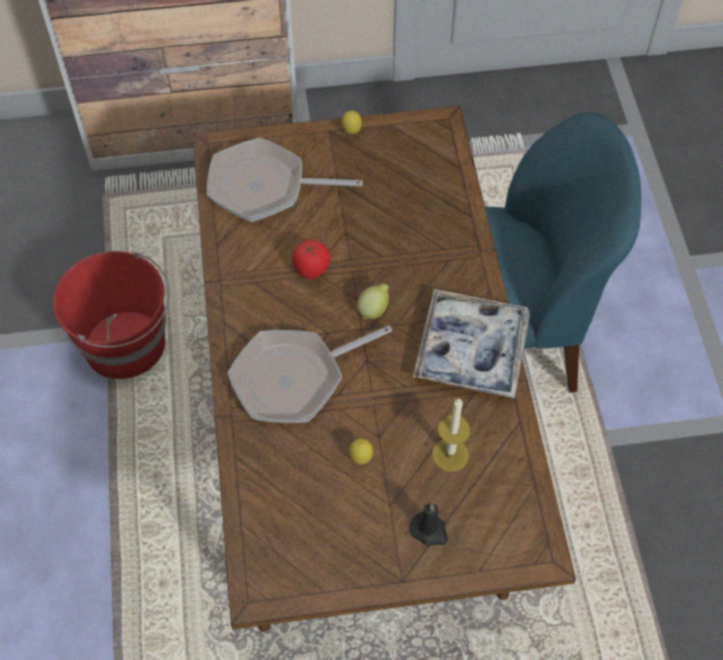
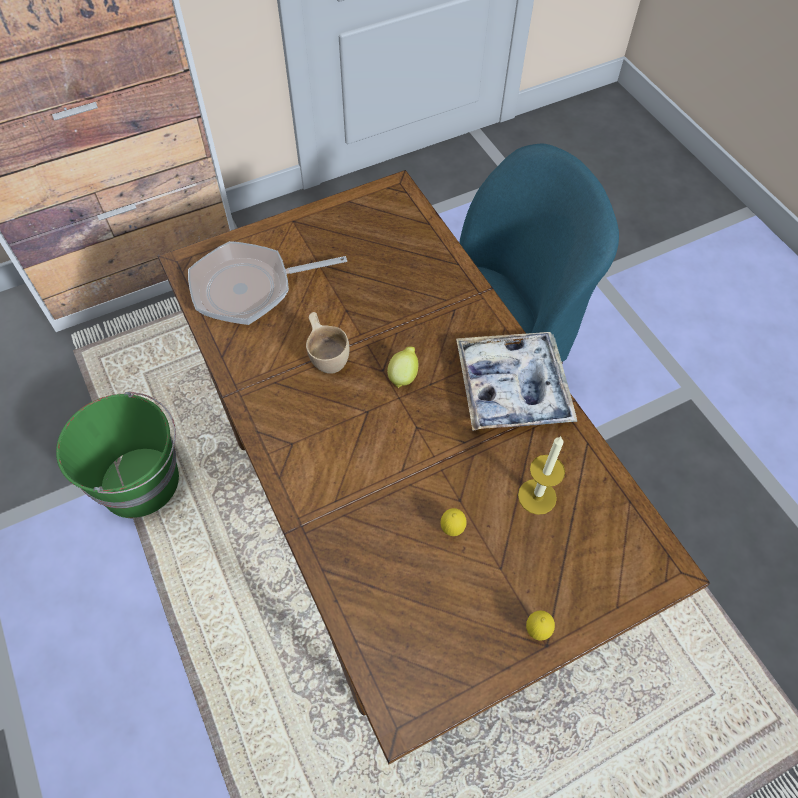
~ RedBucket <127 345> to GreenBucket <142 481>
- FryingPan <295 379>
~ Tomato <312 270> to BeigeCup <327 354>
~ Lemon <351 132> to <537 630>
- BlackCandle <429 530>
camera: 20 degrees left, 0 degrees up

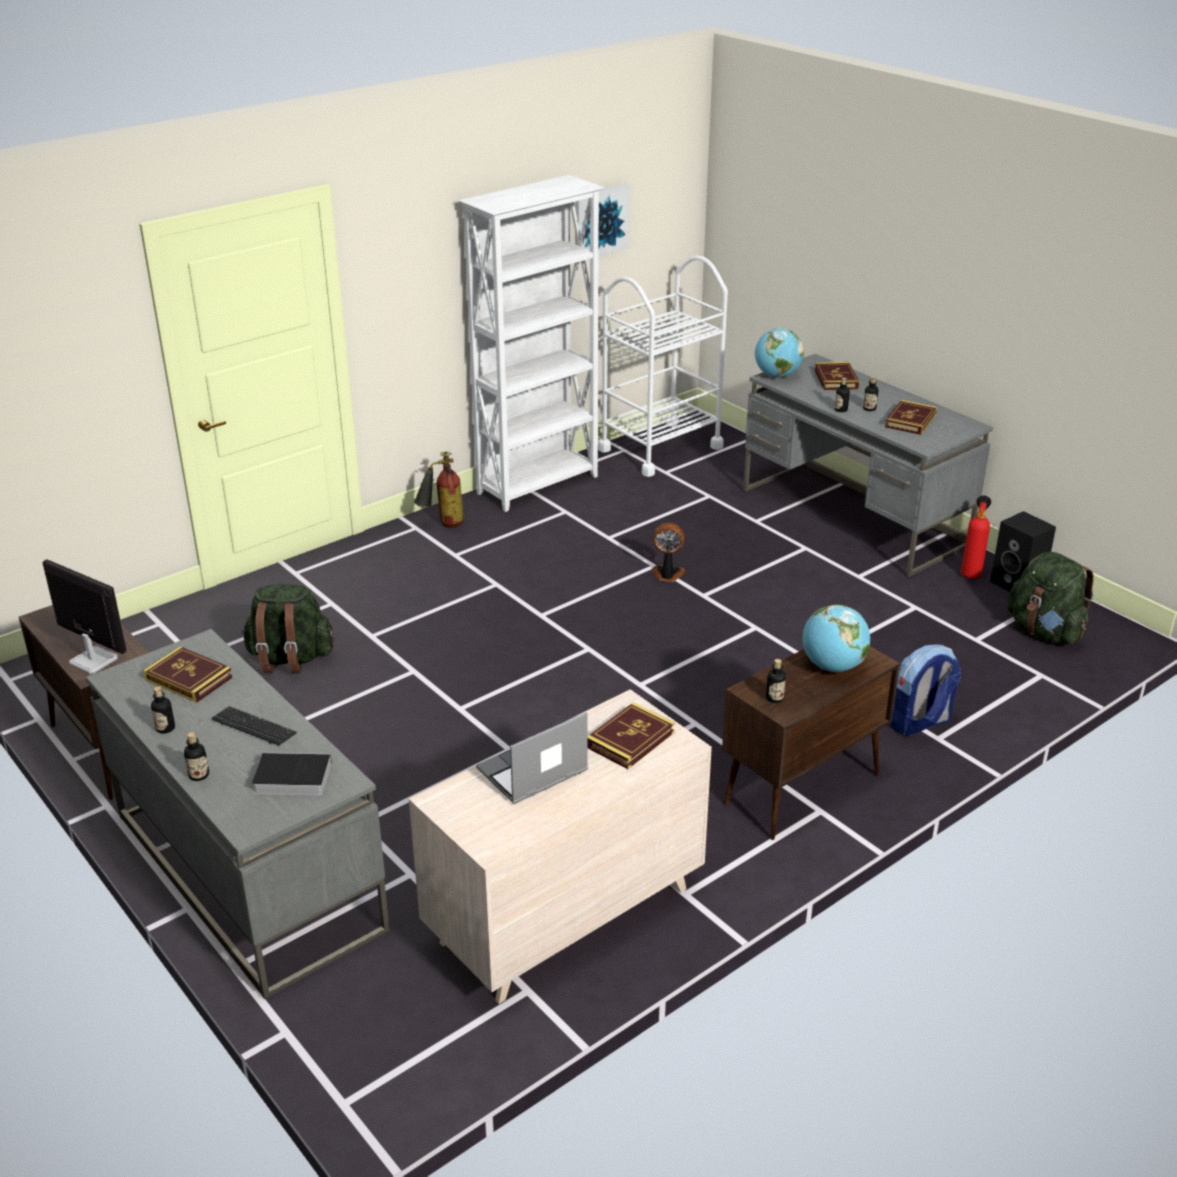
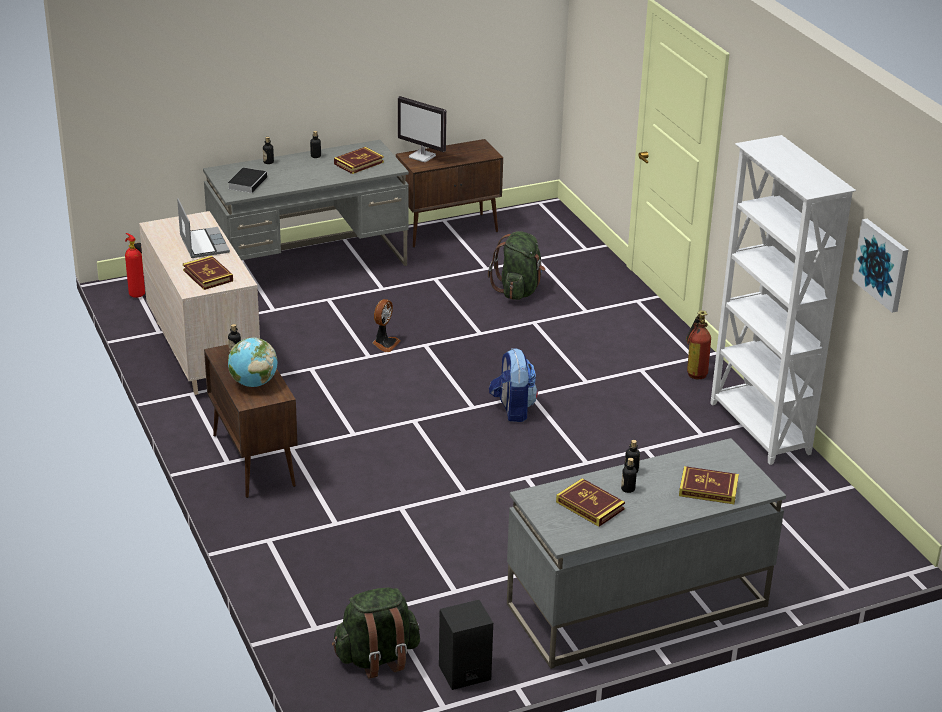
~ Monitor <93 660> = <422 156> 75 degrees clockwise
- Keyboard <254 727>
- WhiteCart <660 448>
~ Fan <667 575> to <385 343>
- Globe <777 376>
~ Backpack <919 723> to <512 409>
~ FireExtinguisher <971 573> to <140 296>
camera: 105 degrees right, 0 degrees up

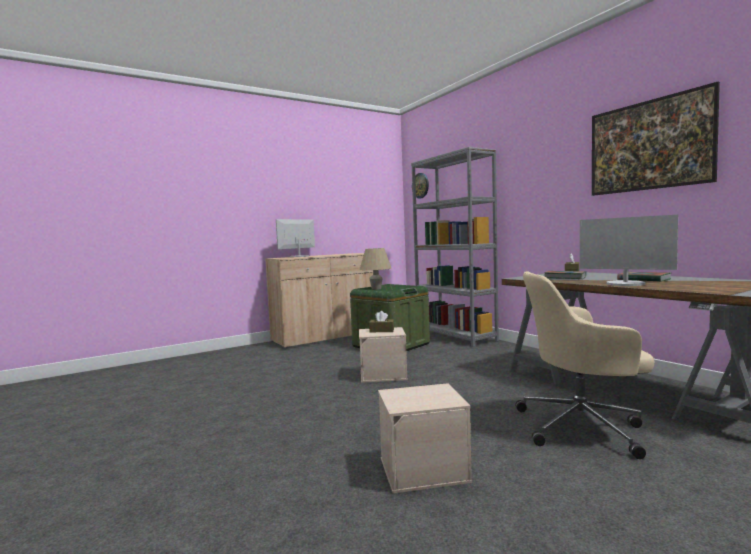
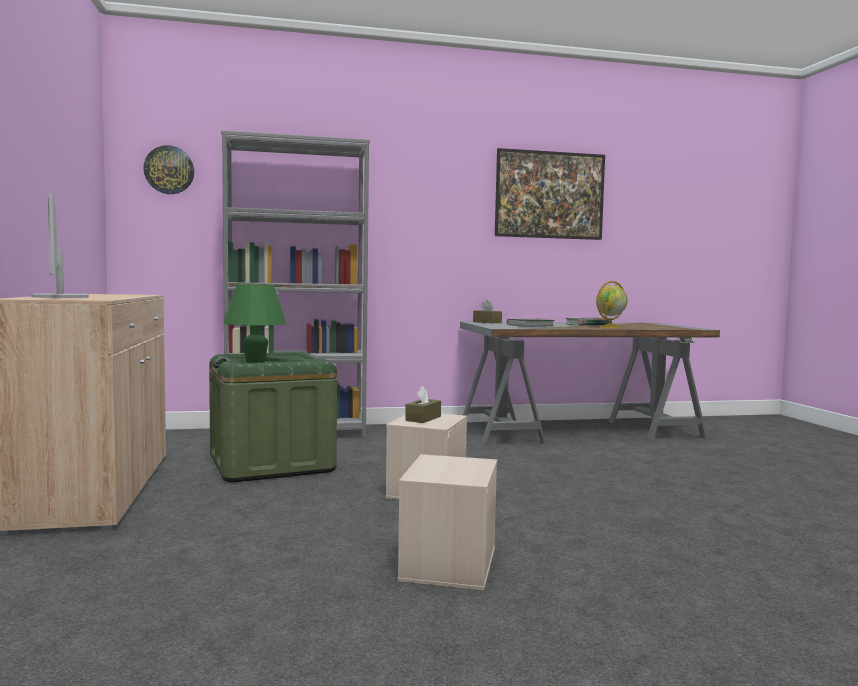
~ BeigeTableLamp <376 289> to GreenTableLamp <255 362>
~ BeigeStorageBox <424 469> to <447 563>
- BeigeOfficeChair <582 427>
~ Monitor <625 284> to Globe <610 327>
camera: 70 degrees left, 0 degrees up

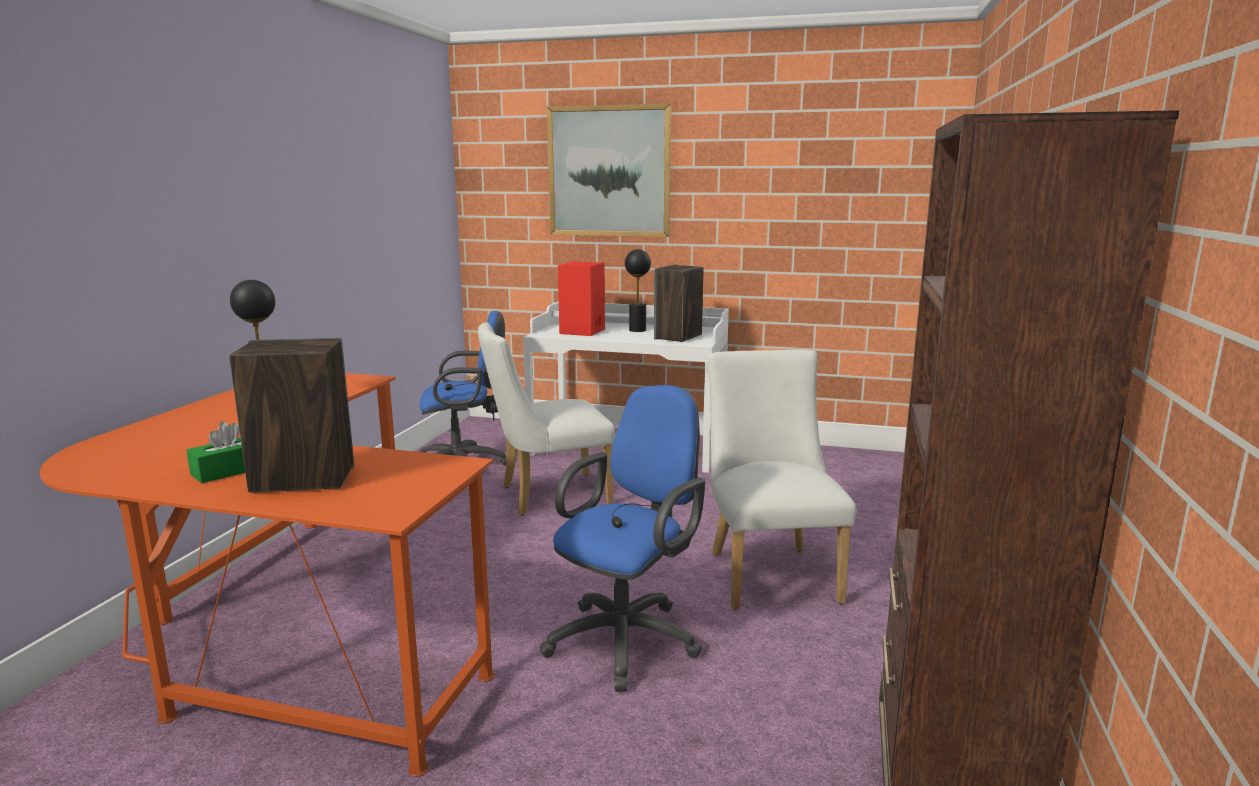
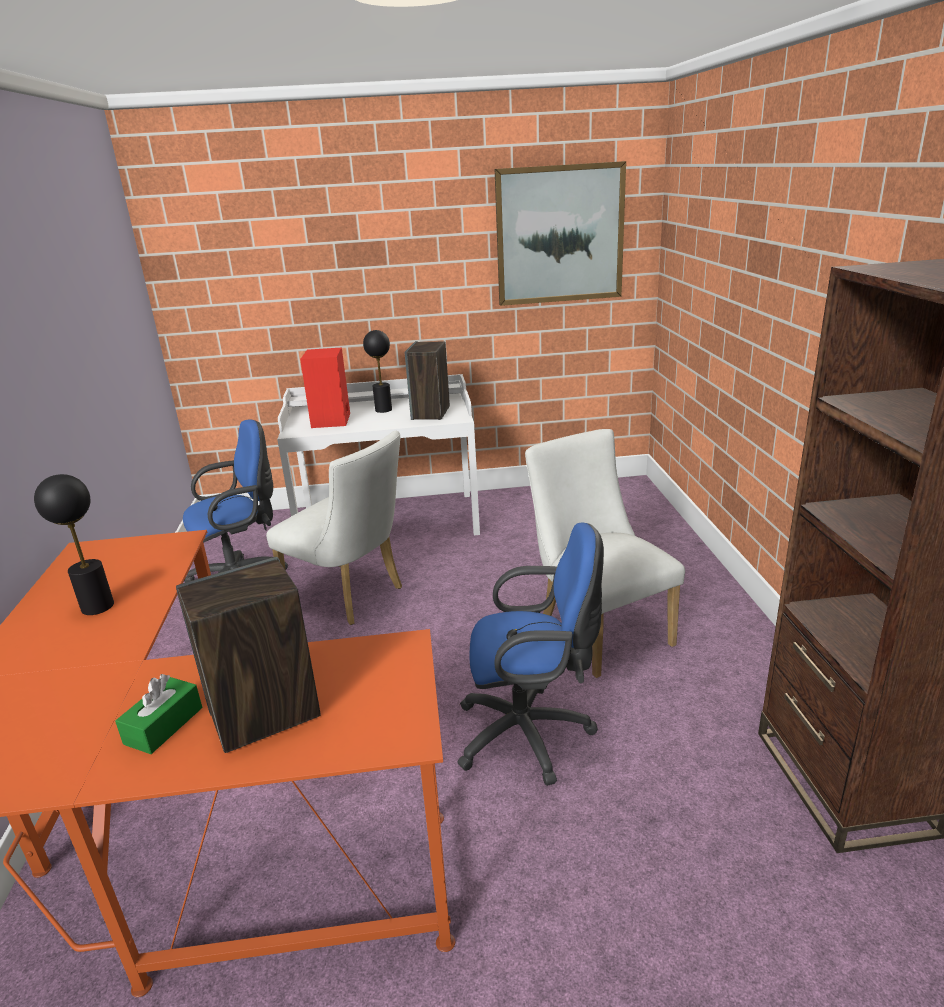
~ WhiteChair <547 496> = <350 596> 105 degrees counterclockwise
~ BlueOfficeChair <629 638> = <531 734> 75 degrees clockwise
~ Picture <609 171> to <559 235>
camera: 20 degrees left, 10 degrees up

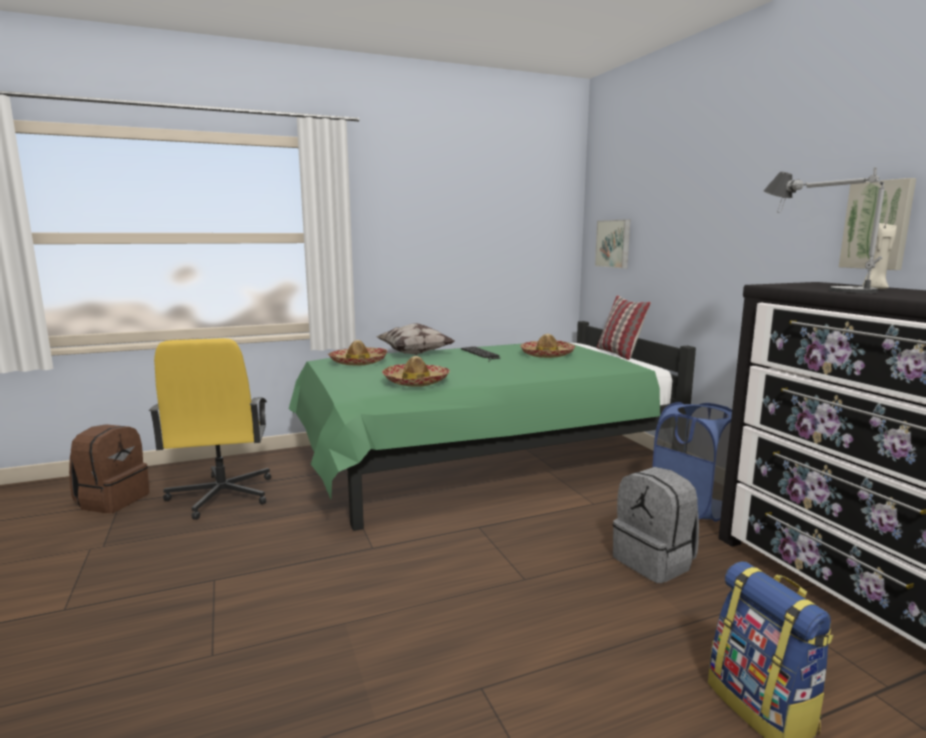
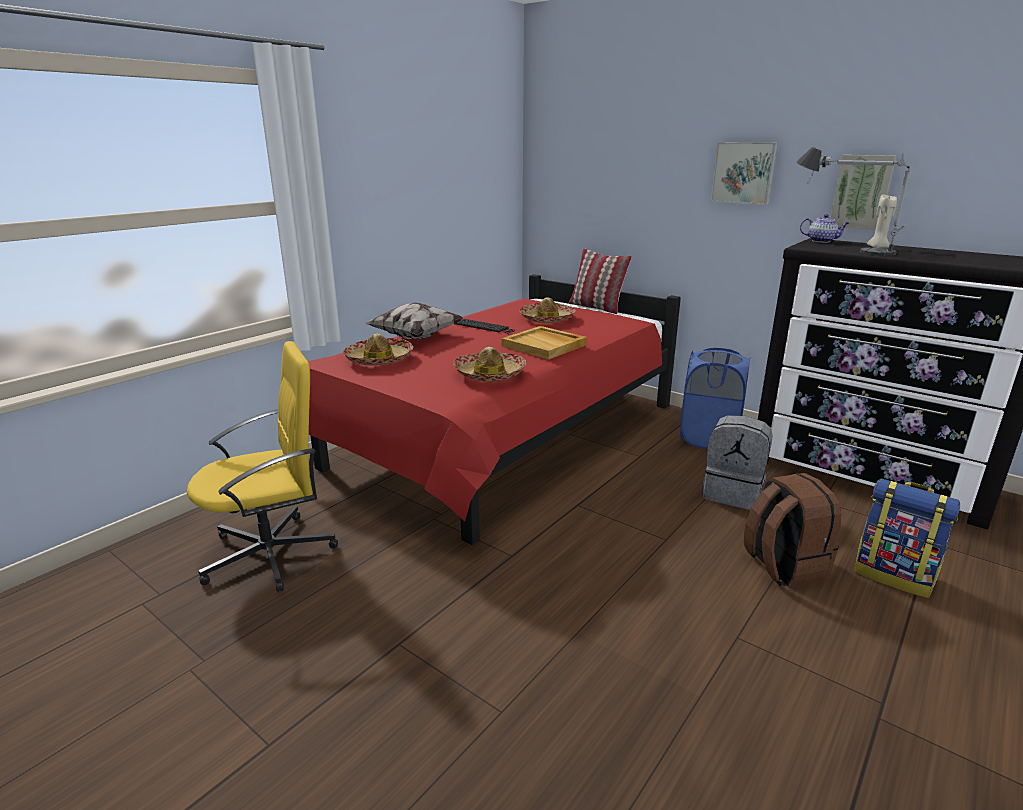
~ BrownBackpack <112 500> to <782 566>
~ YellowOfficeChair <221 496> = <272 553> 75 degrees counterclockwise
~ GreenBed <481 461> to RedBed <501 439>
~ Picture <614 243> to <744 173>
+ BeigeTray <544 345>
+ Teapot <822 241>
camera: 30 degrees left, 10 degrees up

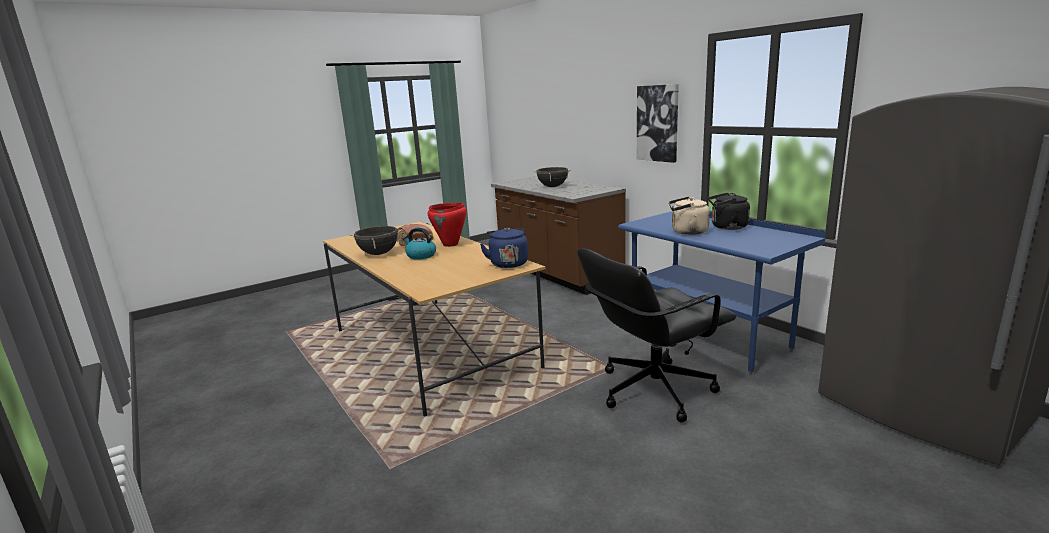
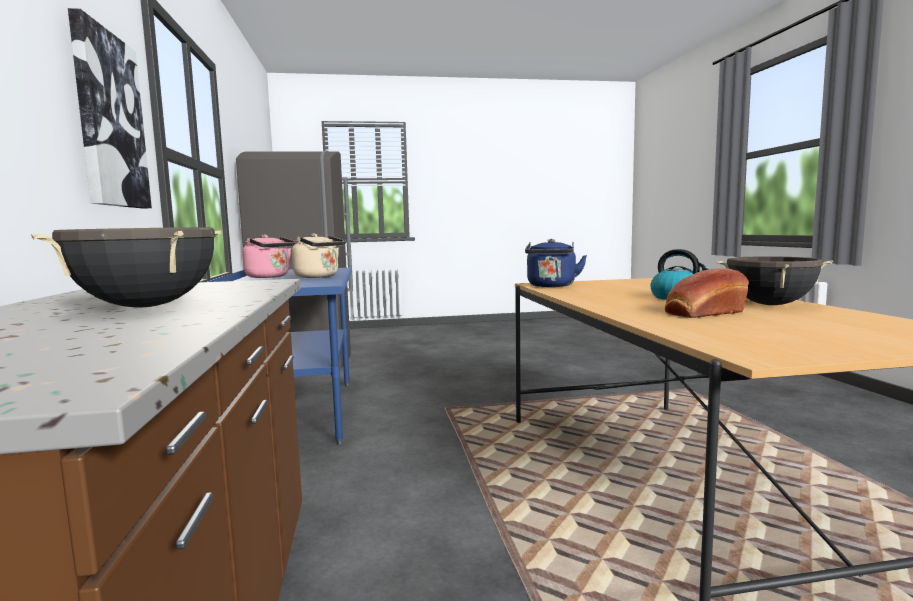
- RedCookingPot <450 244>
- BlackOfficeChair <653 390>
~ BlackKettle <727 227> to PinkKettle <270 277>
camera: 155 degrees left, 10 degrees down

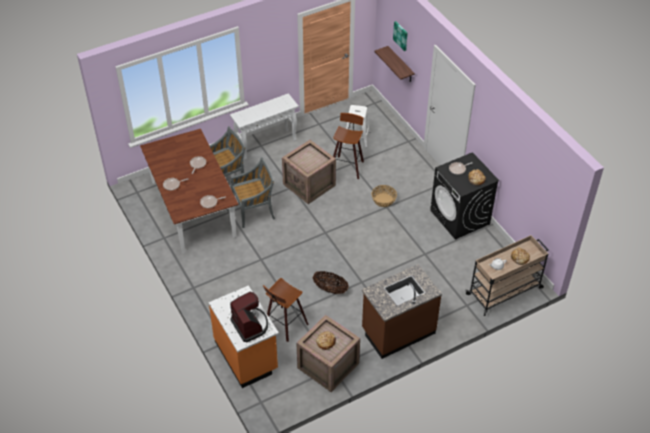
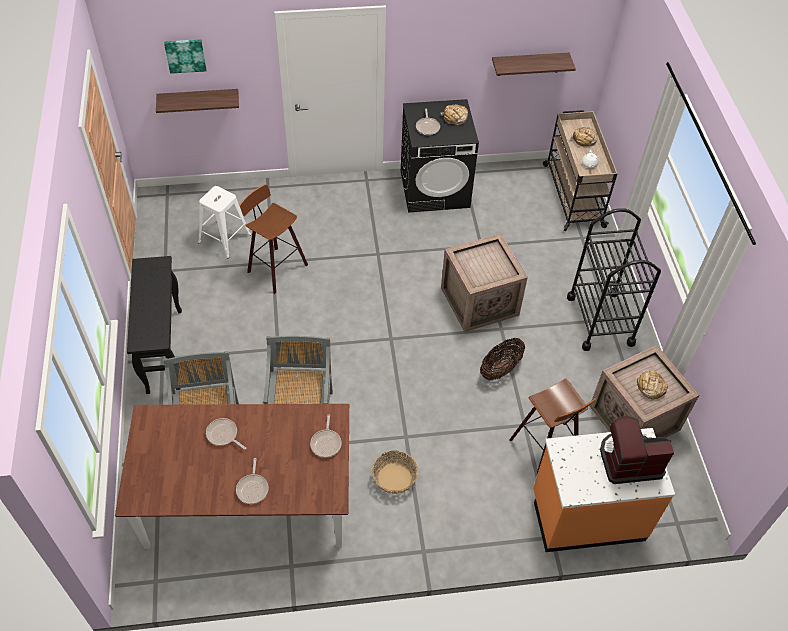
~ WhiteConsoleTable <266 144> to BlackConsoleTable <164 350>
~ Crate <310 184> to <480 300>
~ BrownCounter <398 331> to BlackCart <600 320>
~ Basket <383 200> to <394 478>
+ Shelf <529 64>
camera: 70 degrees left, 5 degrees up

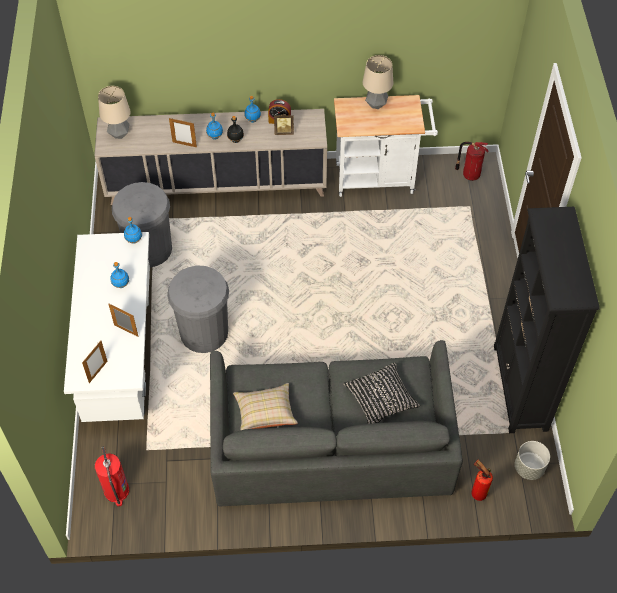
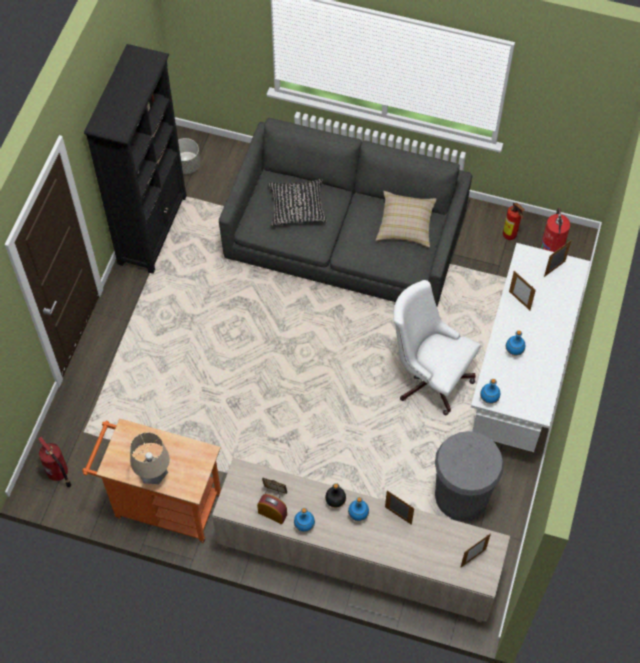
~ TableLamp <119 134> to PictureFrame <473 558>
~ GreyTrashCan <204 332> to WhiteOfficeChair <429 376>
~ WhiteCart <380 177> to OrangeCart <162 505>
~ FireExtinguisher <477 492> to <510 236>
camera: 160 degrees left, 5 degrees up

